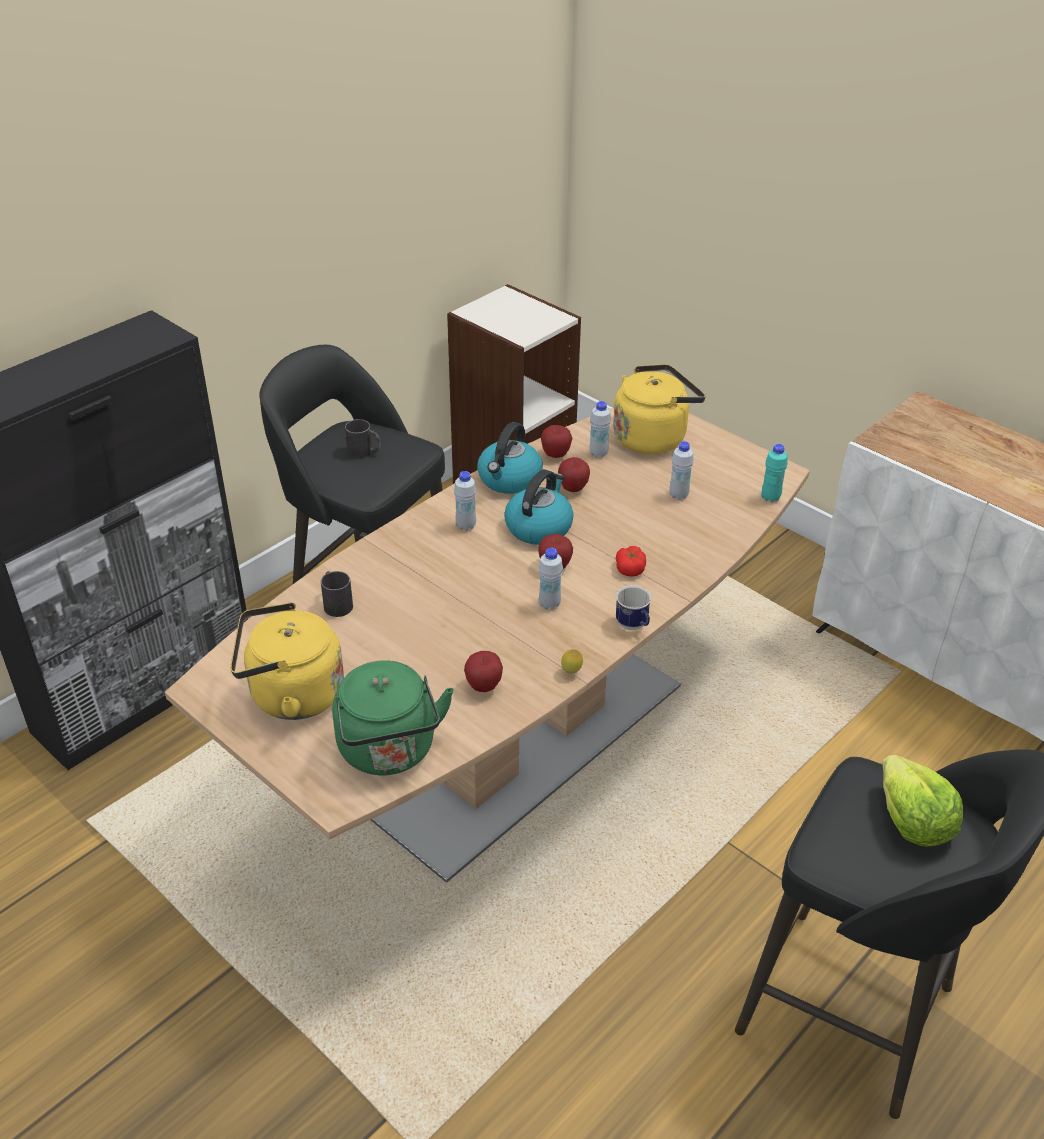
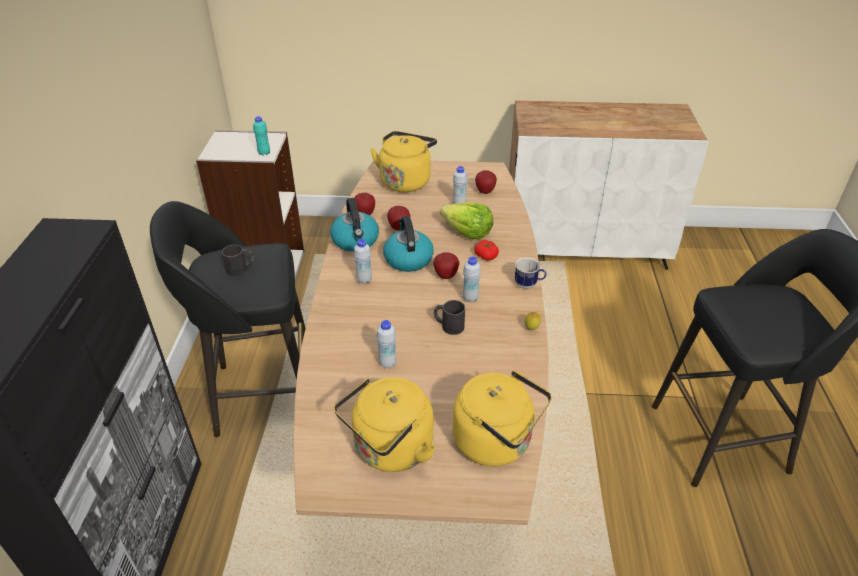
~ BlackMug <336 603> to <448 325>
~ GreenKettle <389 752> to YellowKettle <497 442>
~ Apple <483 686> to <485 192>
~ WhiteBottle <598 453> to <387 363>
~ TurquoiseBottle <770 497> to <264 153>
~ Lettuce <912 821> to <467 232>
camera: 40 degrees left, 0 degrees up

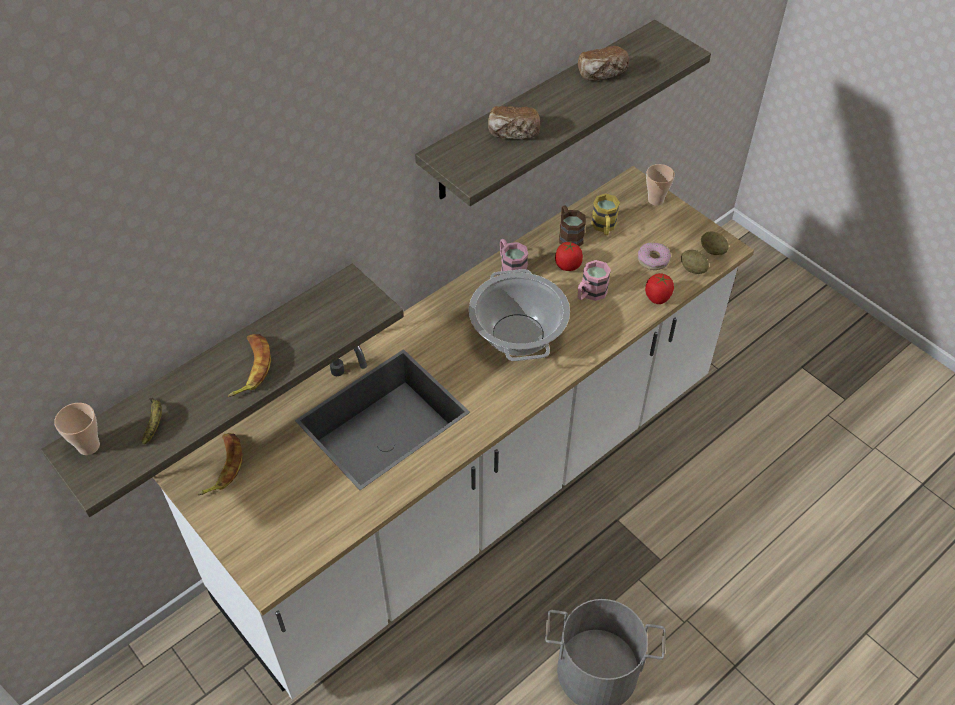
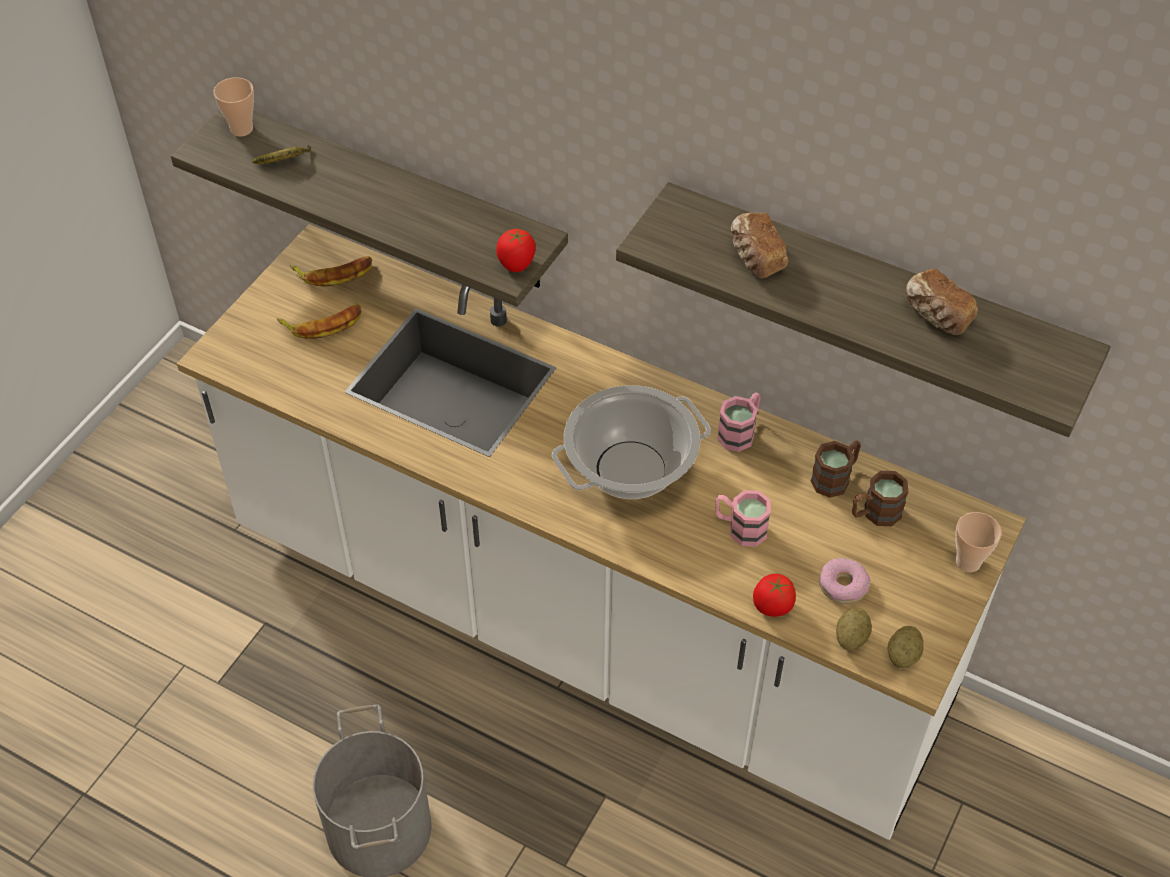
~ Banana <250 368> to <323 324>
~ Tomato <568 266> to <516 264>
~ YellowMug <604 227> to BrownMug <875 513>
camera: 70 degrees right, 0 degrees up

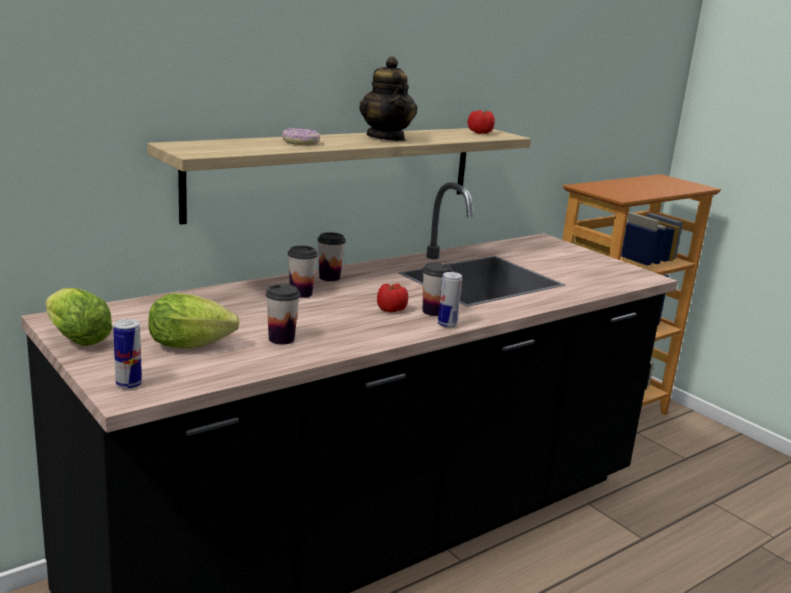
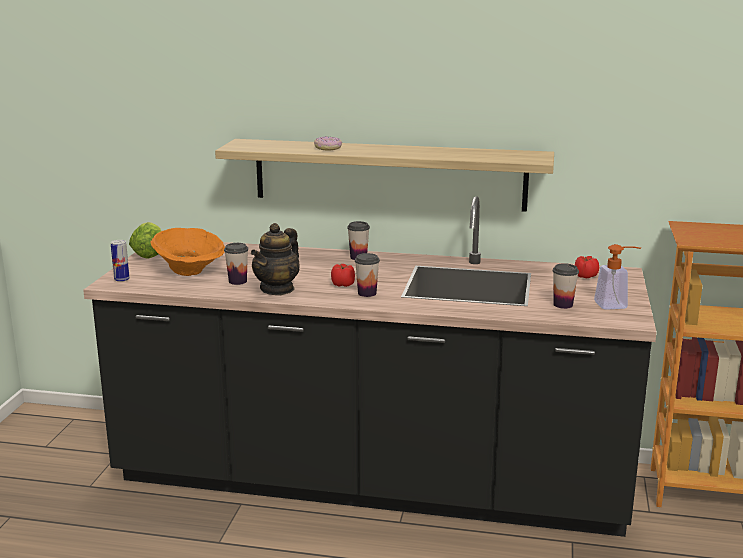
~ Lettuce <195 345> to OrangeBowl <190 272>
~ Cup <301 293> to <563 305>
~ Teapot <386 138> to <277 289>
- Can <447 324>
~ Tomato <479 132> to <585 276>
+ SoapDispenser <616 305>
camera: 50 degrees right, 0 degrees up

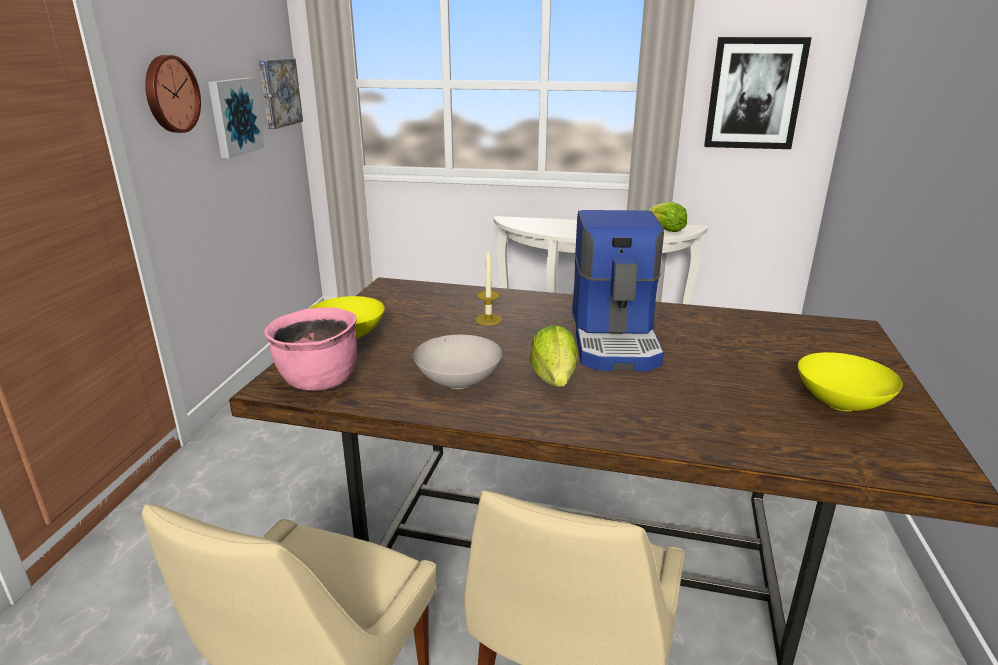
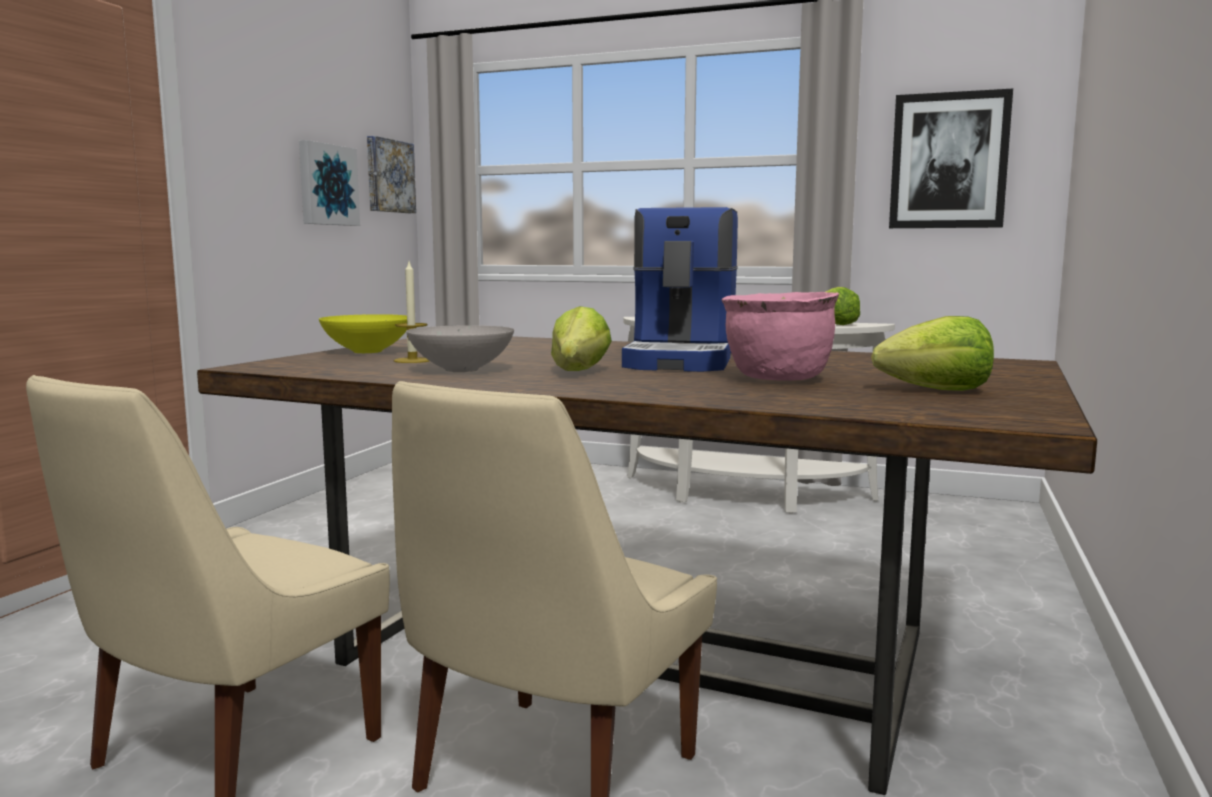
- WallClock <170 94>
~ PinkCookingPot <318 381> to <778 379>
~ Candle <488 319> to <412 360>
~ YellowBowl <842 404> to Lettuce <937 390>
camera: 10 degrees right, 15 degrees down

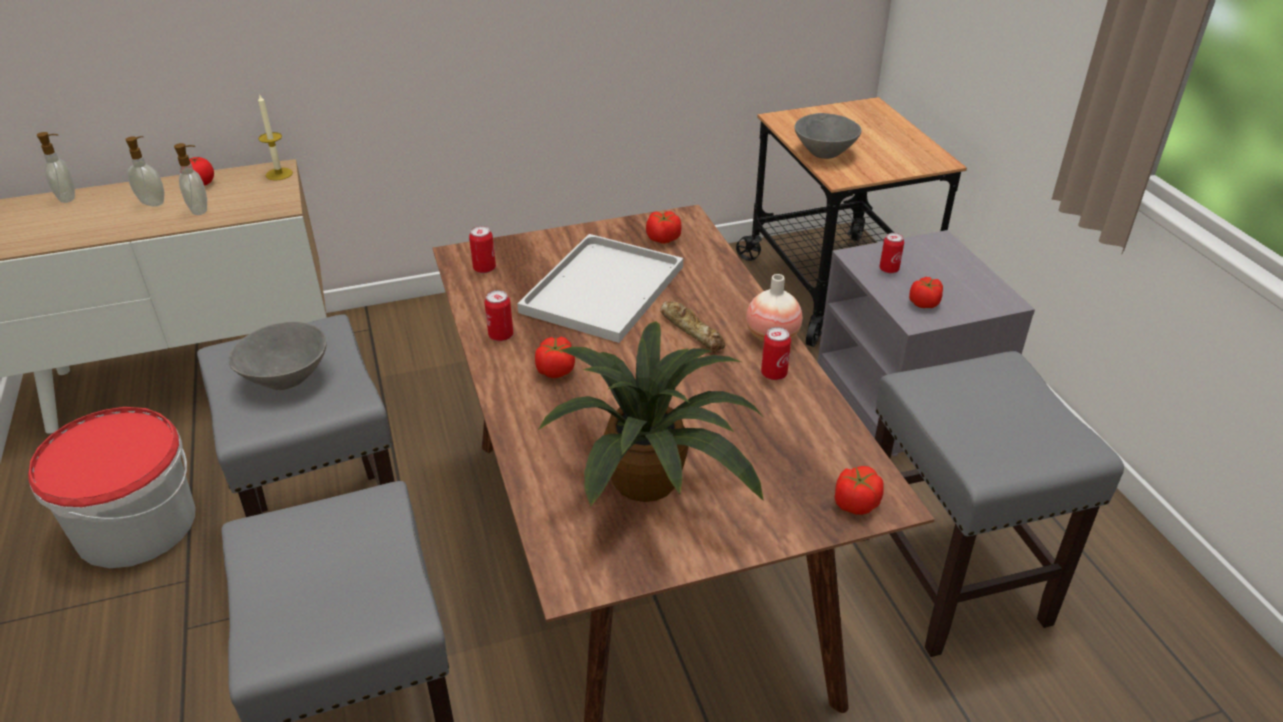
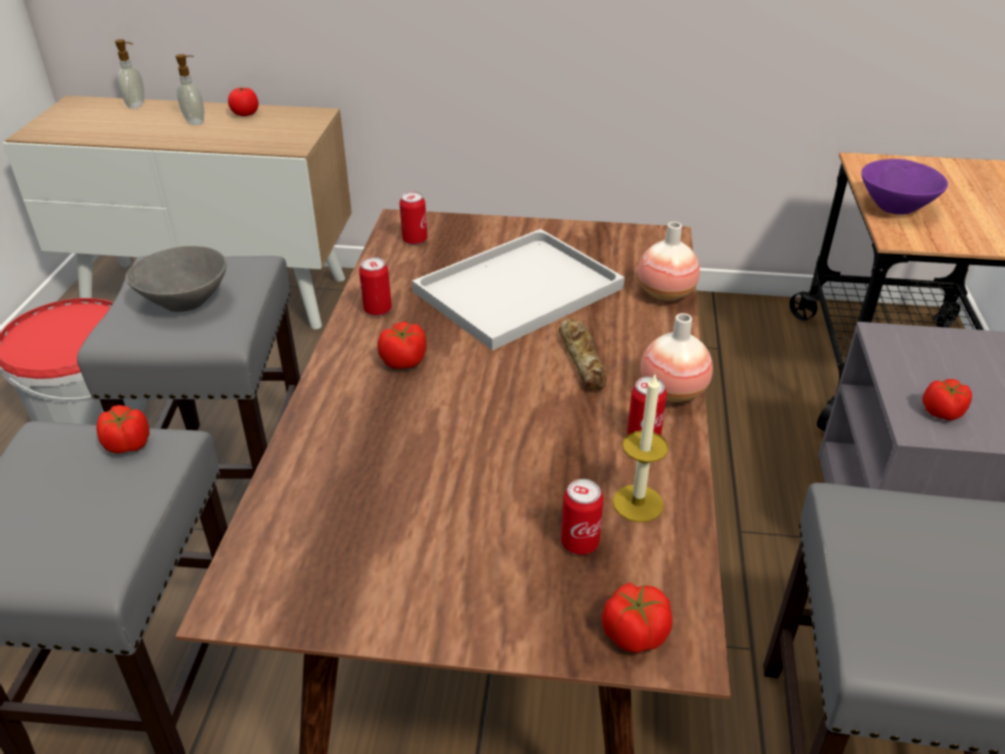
- SoapDispenser <200 210>
~ Candle <279 174> to <637 503>
- PottedPlant <652 480>
~ Tomato <663 239> to <128 444>
~ GreyBowl <825 152> to PurpleBowl <896 207>
~ Can <889 269> to <580 543>
+ Vase <665 294>
camera: 25 degrees right, 0 degrees up

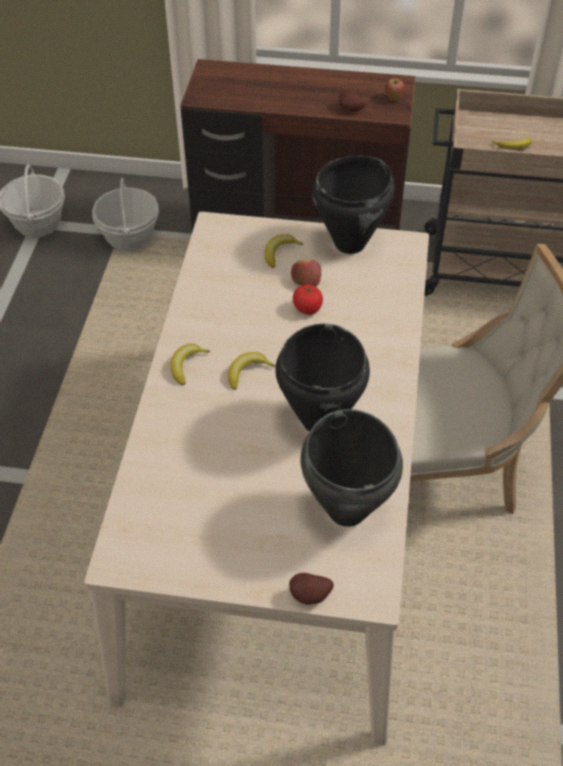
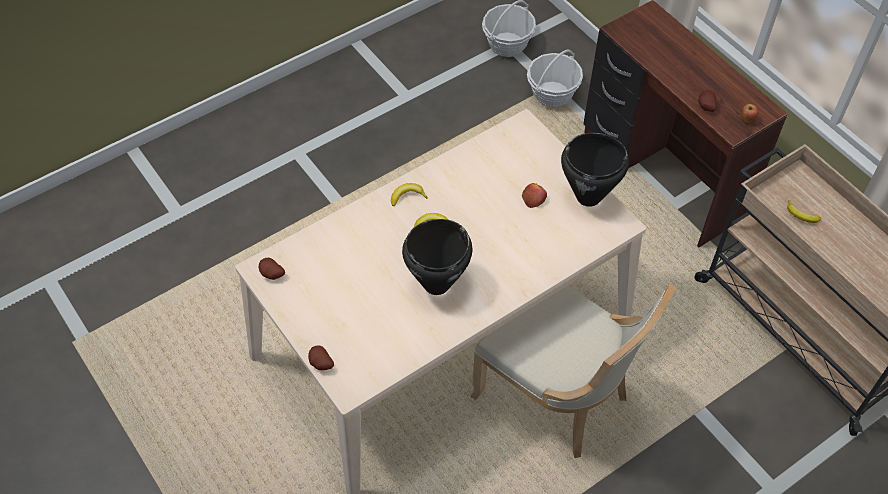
- Banana <280 252>
- Tomato <307 308>
- BlackCookingPot <347 509>
+ Potato <271 275>
camera: 45 degrees right, 5 degrees up

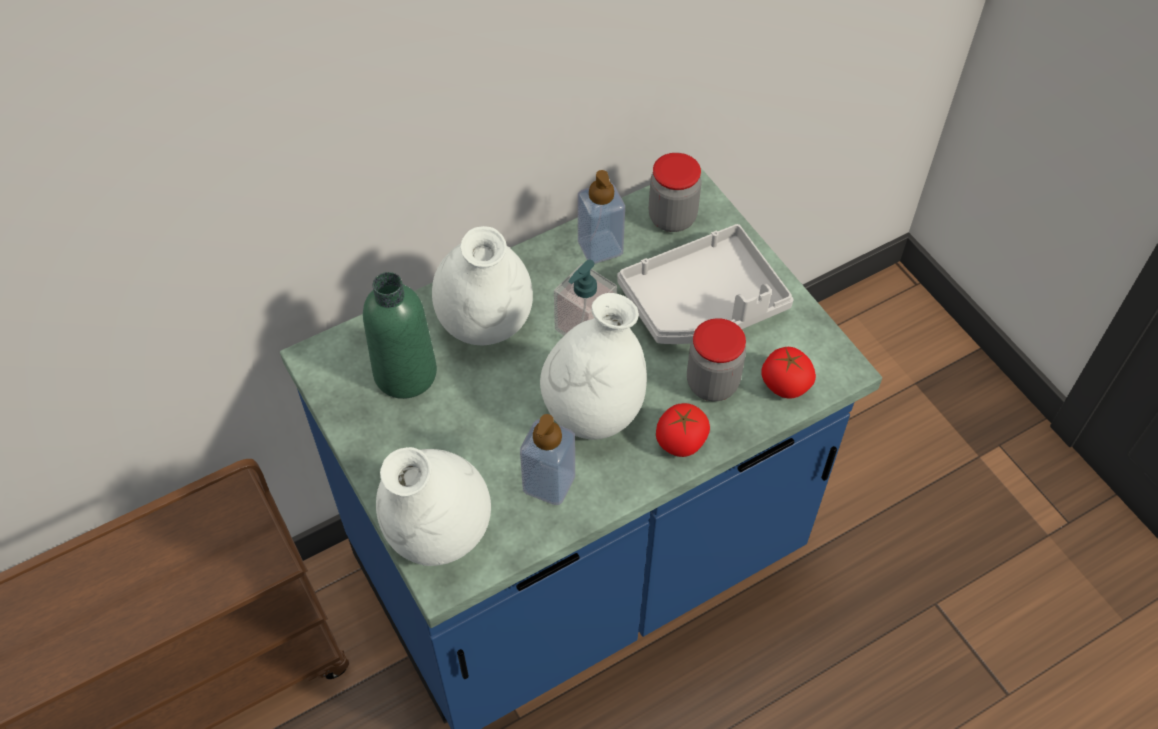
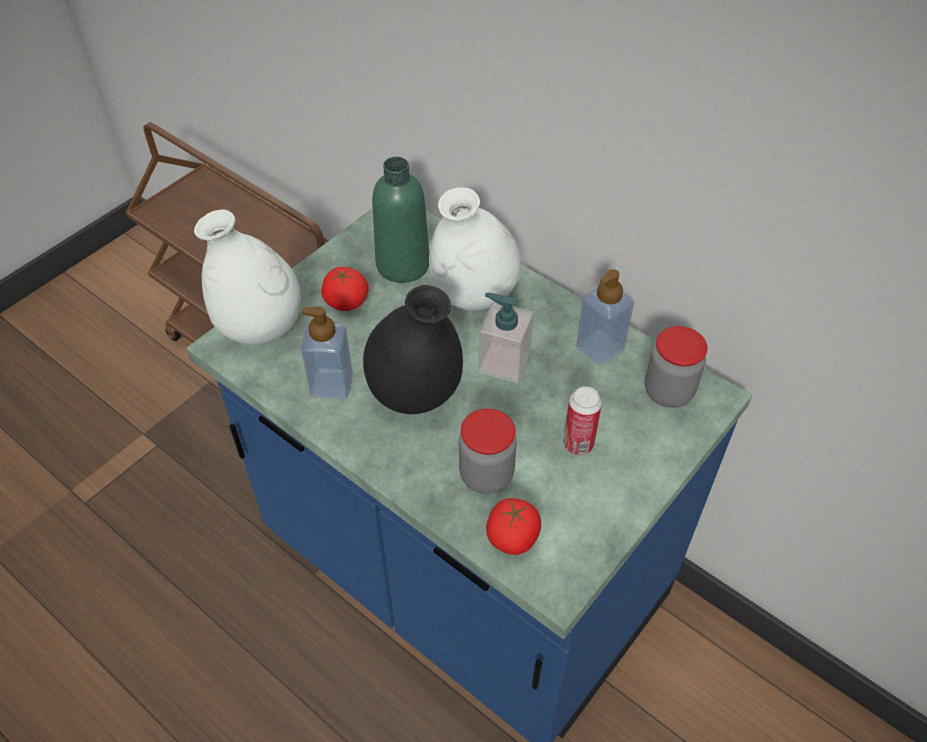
~ WhiteVase <593 412> to BlackVase <415 394>
~ GreyTray <703 303> to Can <578 444>
~ Tomato <681 441> to <346 302>
camera: 70 degrees right, 5 degrees down

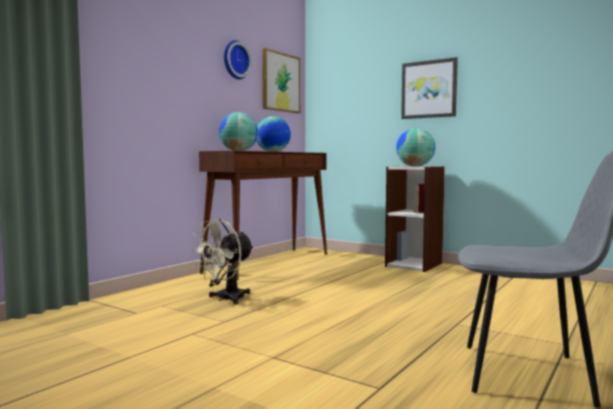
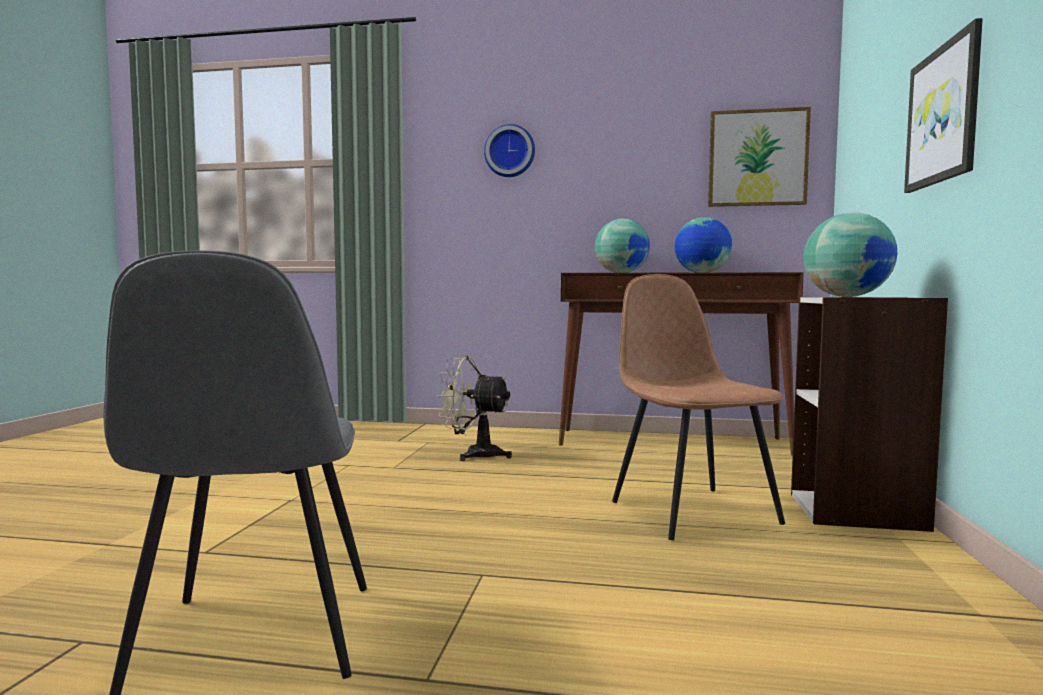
~ WallClock <234 60> to <510 151>
+ BrownChair <691 511>
camera: 65 degrees right, 0 degrees up

